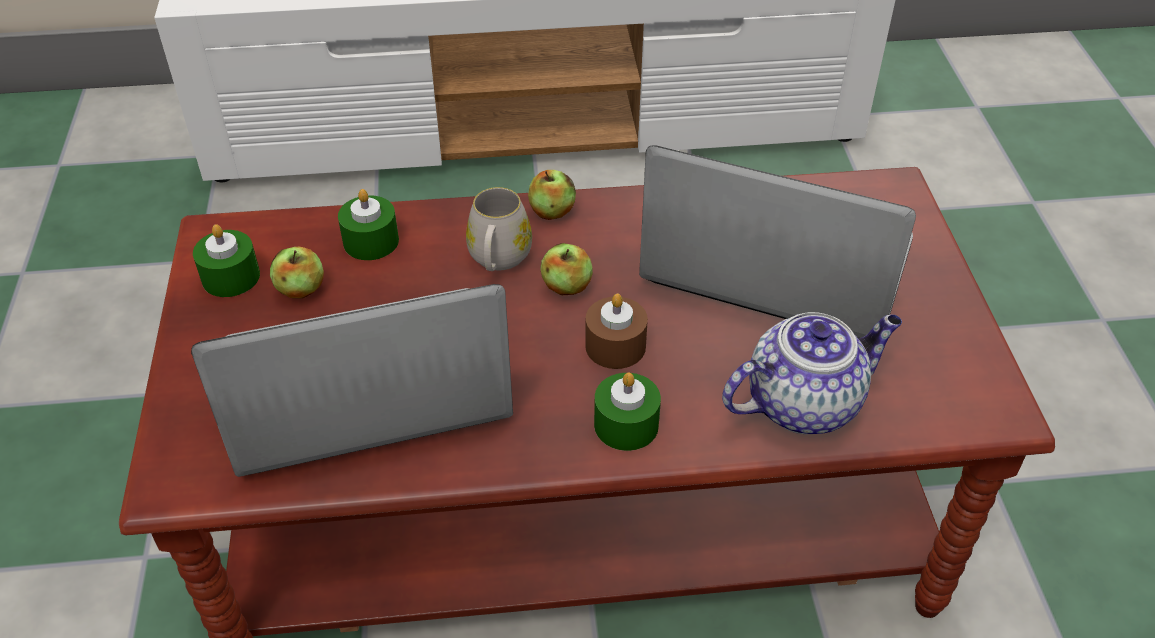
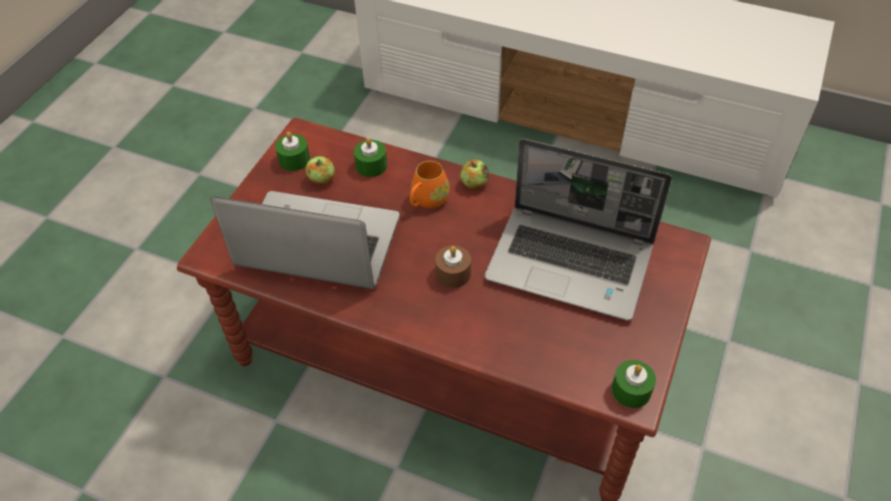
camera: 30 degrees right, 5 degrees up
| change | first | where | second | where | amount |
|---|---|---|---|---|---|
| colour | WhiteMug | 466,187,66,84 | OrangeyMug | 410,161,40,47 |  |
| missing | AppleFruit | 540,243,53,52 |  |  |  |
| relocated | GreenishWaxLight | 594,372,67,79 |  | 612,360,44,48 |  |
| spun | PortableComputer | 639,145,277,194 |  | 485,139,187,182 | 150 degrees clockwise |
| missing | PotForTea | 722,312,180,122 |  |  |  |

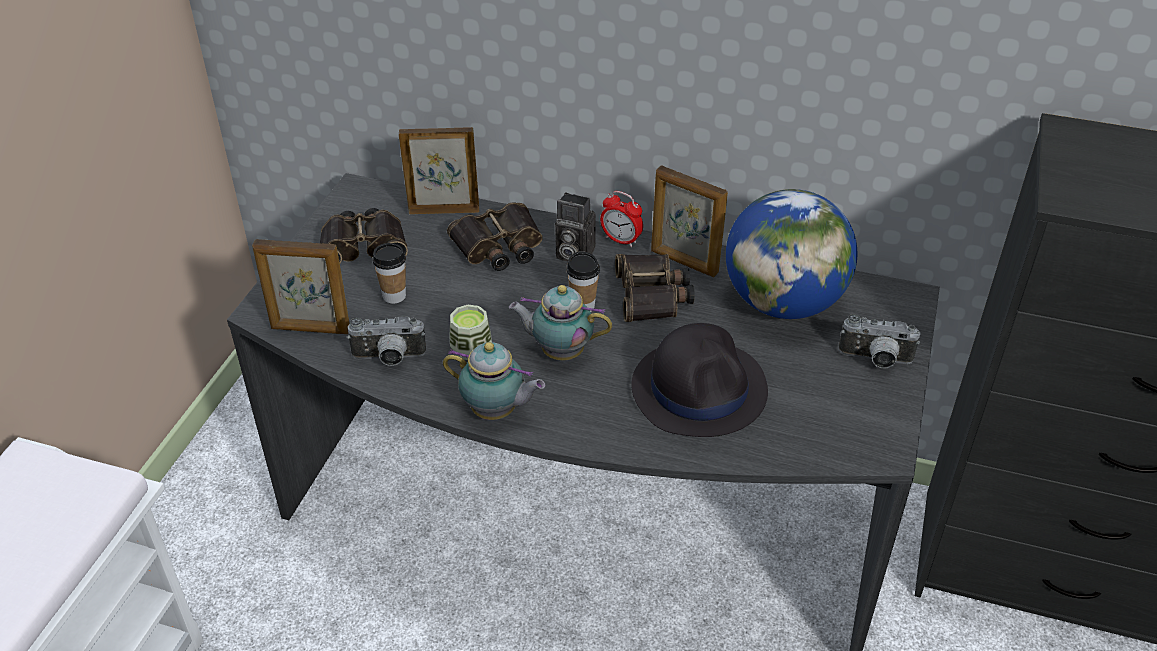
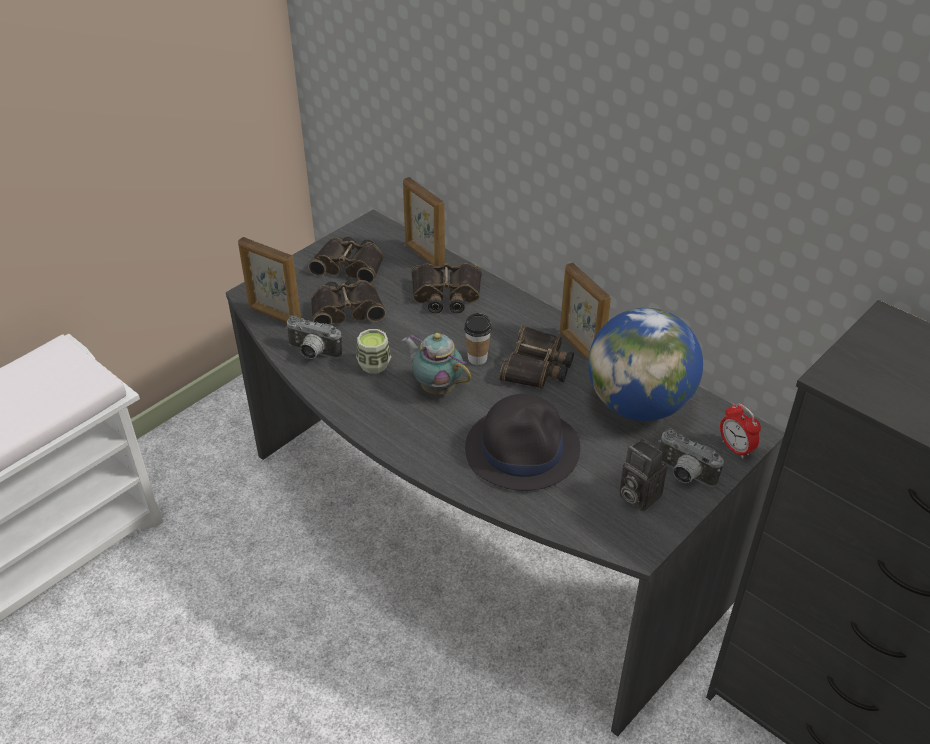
camera: 25 degrees right, 0 degrees up
| change | first | where | second | where | amount |
|---|---|---|---|---|---|
| exchanged | Cup | 373,243,33,61 | Binoculars | 311,279,75,46 |  |
| spun | StandingFrame | 399,127,80,87 |  | 403,177,42,89 | 150 degrees counterclockwise |
| missing | PotForTea | 443,342,102,78 |  |  |  |
| relocated | StillCamera | 555,192,41,69 |  | 619,439,48,72 |  |
| relocated | BedsideClock | 600,191,43,56 |  | 720,403,41,56 |  |

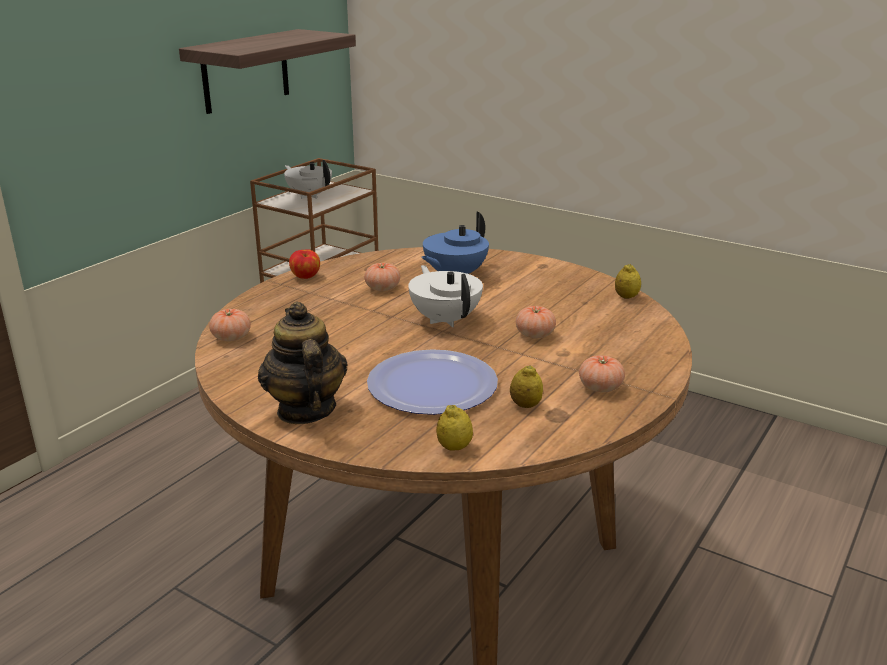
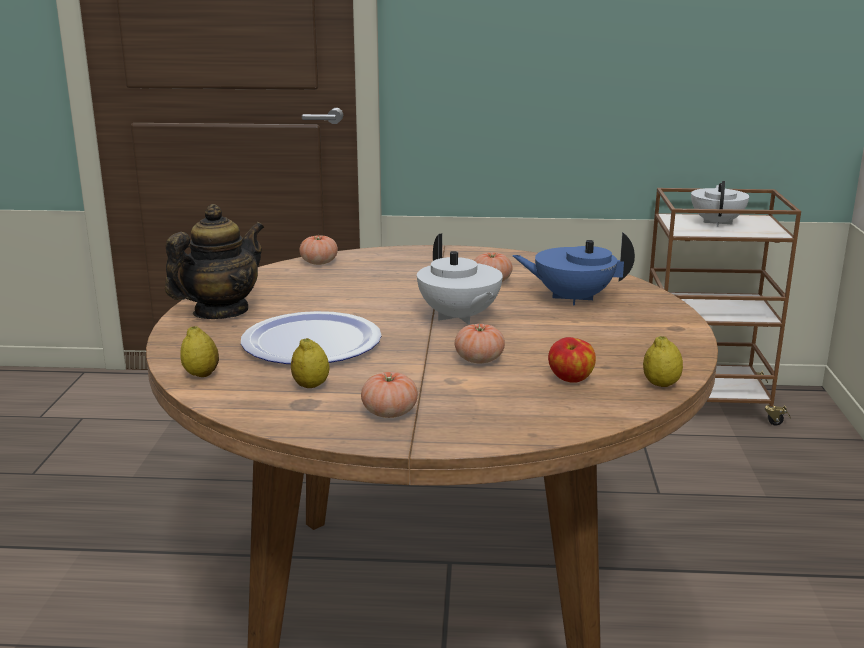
camera: 60 degrees right, 5 degrees down
| change | first | where | second | where | amount |
|---|---|---|---|---|---|
| missing | WallShelf | 179,29,177,85 |  |  |  |
| relocated | AppleFruit | 289,249,31,30 |  | 548,337,48,46 |  |
| spun | WhitePotForTea | 408,265,75,62 |  | 417,234,86,91 | 120 degrees clockwise |

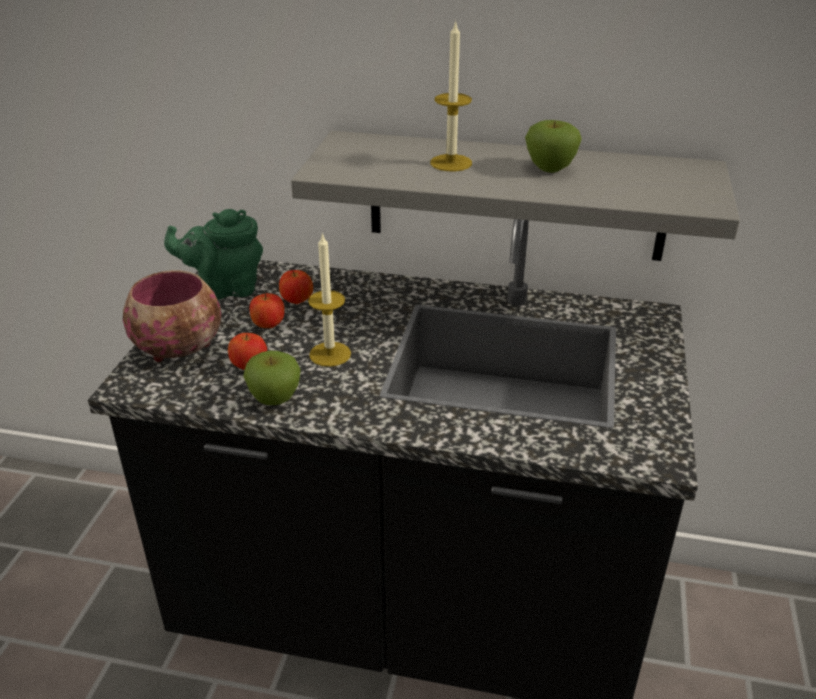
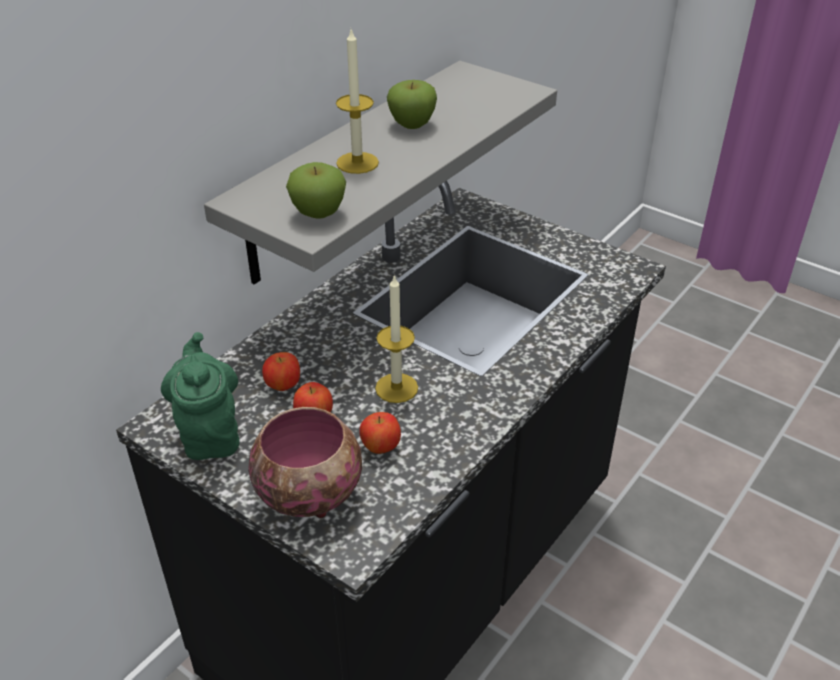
camera: 65 degrees left, 5 degrees up
| change | first | where | second | where | amount |
|---|---|---|---|---|---|
| spun | GreenishPotForTea | 164,209,99,91 |  | 161,332,78,128 | 150 degrees clockwise |
| relocated | AppleFruit | 243,351,58,54 |  | 286,162,60,57 |  |

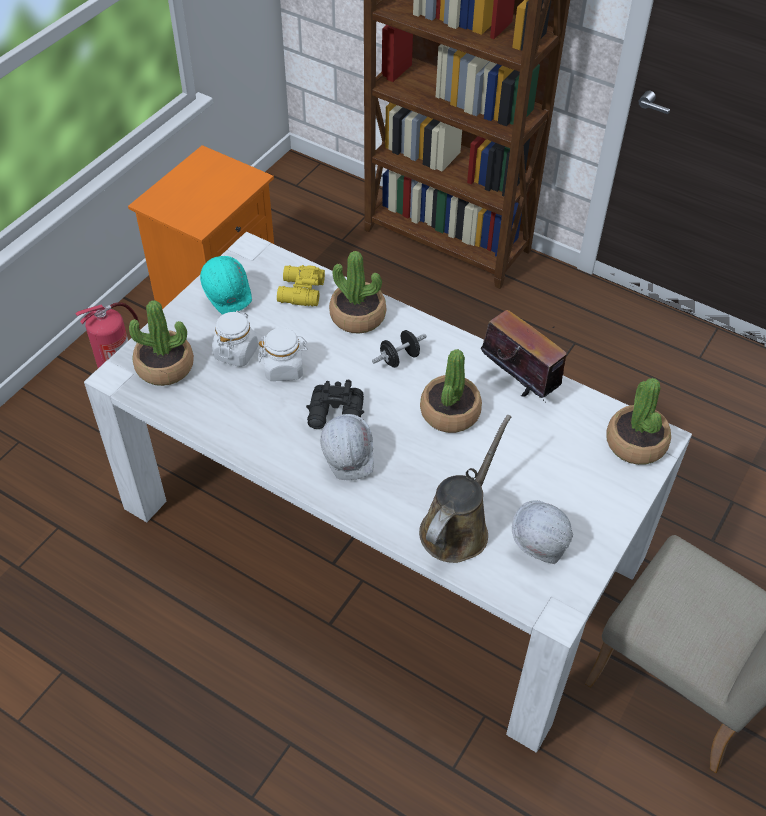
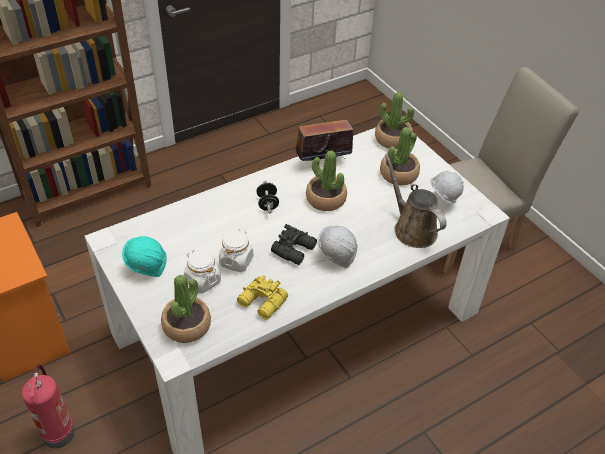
camera: 65 degrees left, 5 degrees down
| change | first | where | second | where | amount |
|---|---|---|---|---|---|
| relocated | YellowColouredBinoculars | 277,265,48,41 |  | 237,275,51,45 |  |
| relocated | PottedPlant | 329,251,58,83 |  | 380,127,40,58 |  |

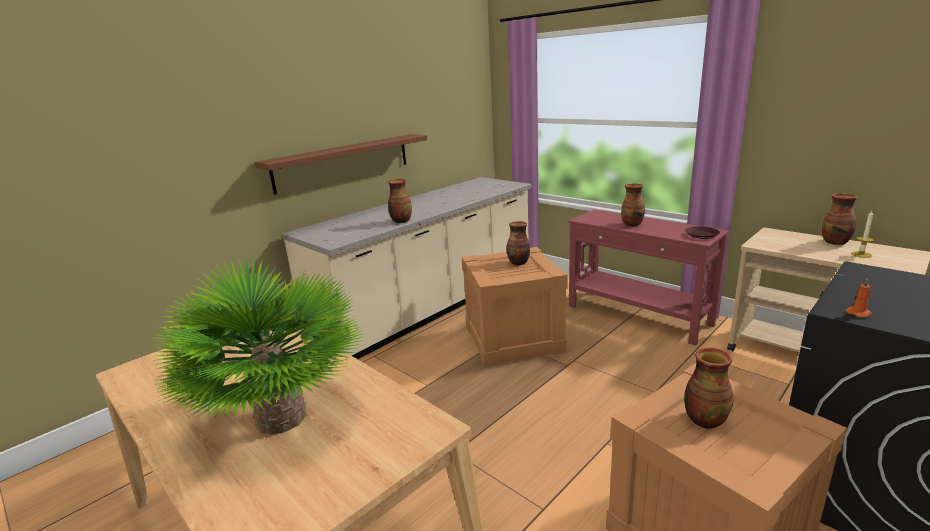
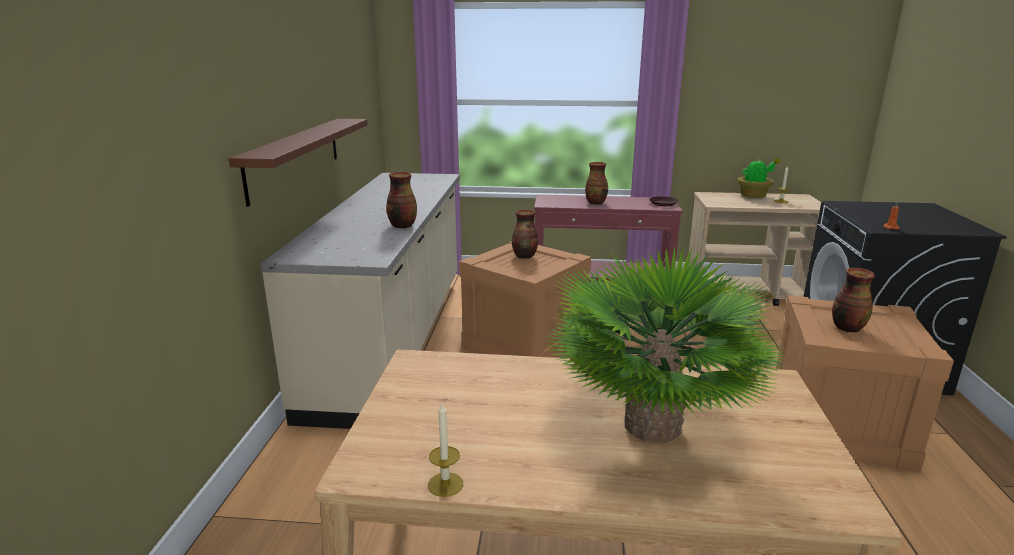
camera: 40 degrees left, 0 degrees up
| change | first | where | second | where | amount |
|---|---|---|---|---|---|
| exchanged | FlowerVase | 822,193,35,52 | PottedPlant | 737,157,44,41 |  |
| appeared |  |  | WaxLight | 428,404,35,93 |  |

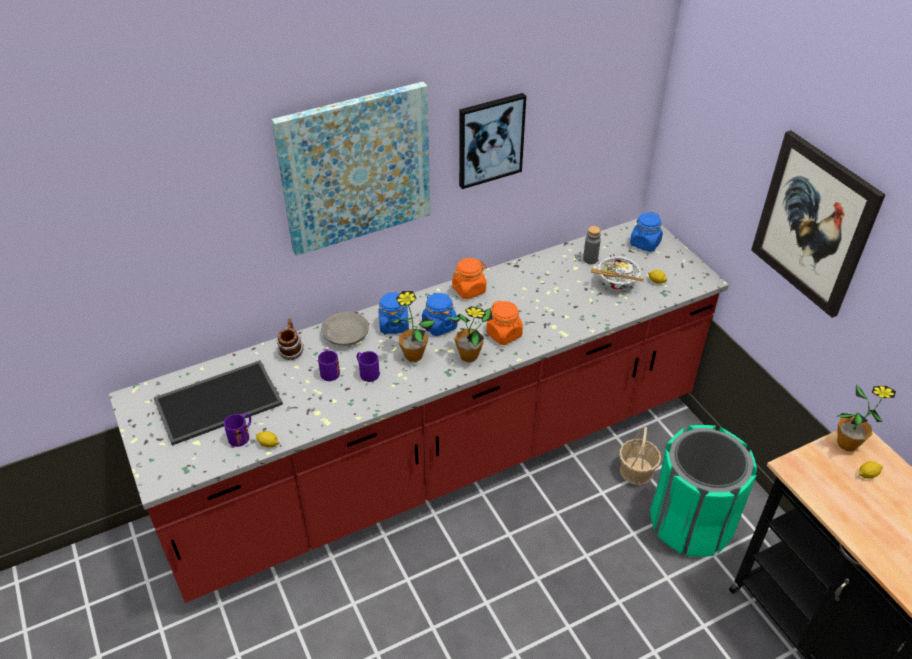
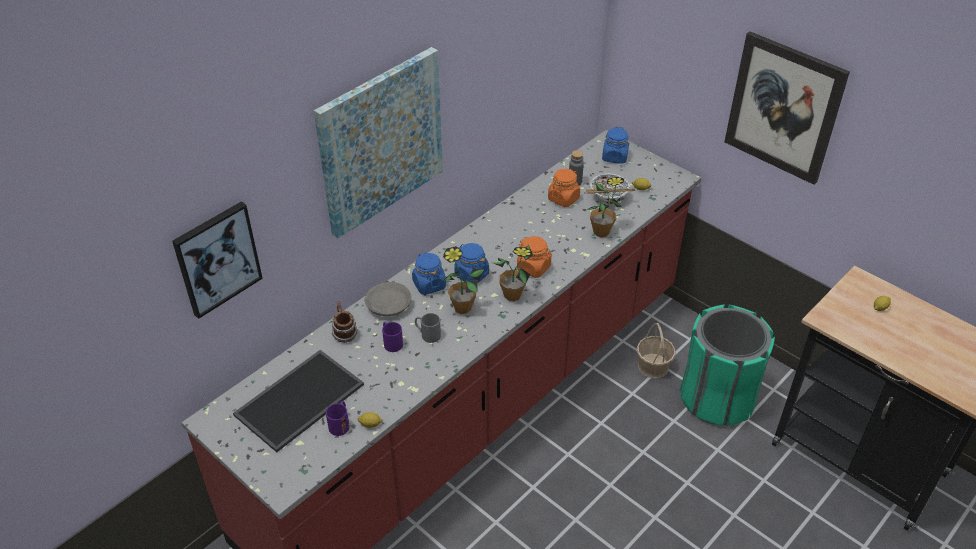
camera: 20 degrees left, 0 degrees up
| change | first | where | second | where | amount |
|---|---|---|---|---|---|
| colour | PurpleMug | 357,351,23,31 | GreyishMug | 415,313,26,30 |  |
| relocated | OrangeyPreserveJar | 452,258,35,41 |  | 548,169,32,38 |  |
| relocated | WallPicture | 459,93,67,96 |  | 172,201,91,118 |  |
| relocated | PottedPlant | 836,384,60,67 |  | 587,177,37,60 |  |

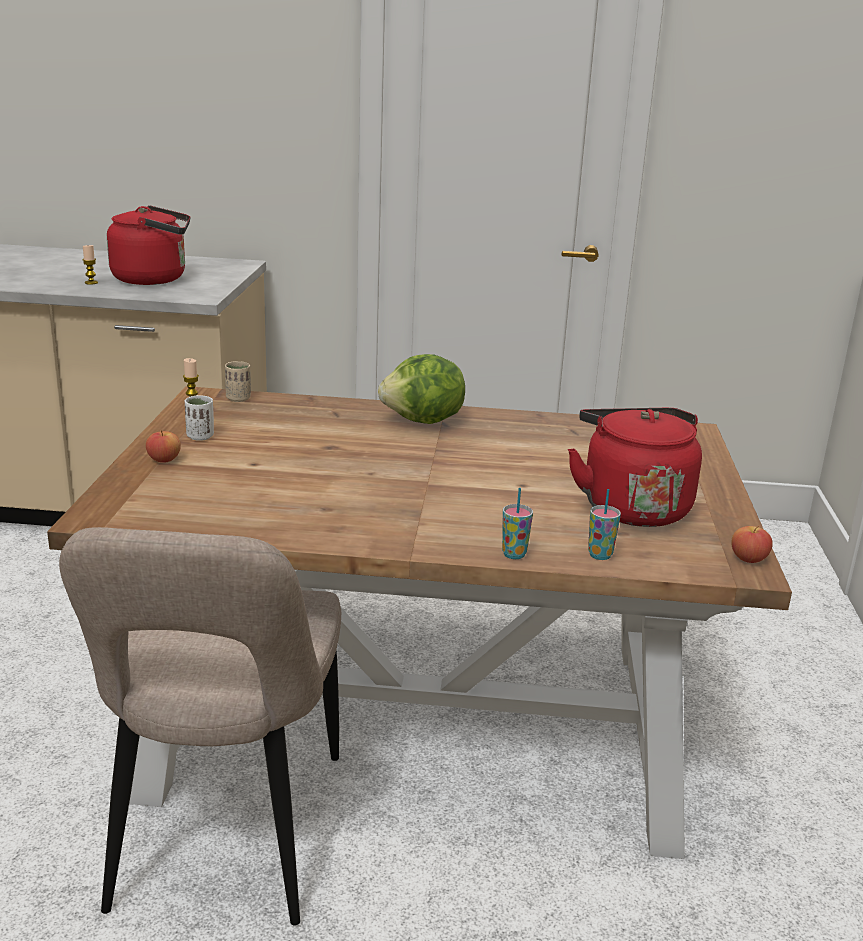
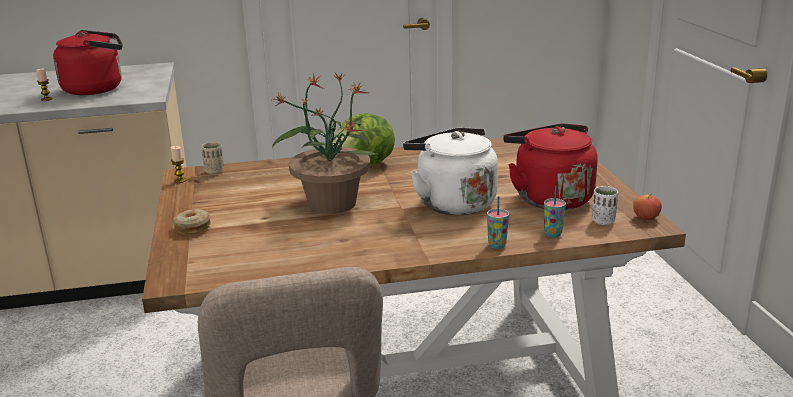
camera: 15 degrees left, 0 degrees up
| change | first | where | second | where | amount |
|---|---|---|---|---|---|
| exchanged | AppleFruit | 146,430,35,33 | Donut | 173,209,38,25 |  |
| relocated | WhiteCup | 185,395,29,46 |  | 592,186,26,39 |  |
| appeared |  |  | PottedPlant | 272,73,107,141 |  |
| appeared |  |  | WhiteKettle | 403,127,95,88 |  |

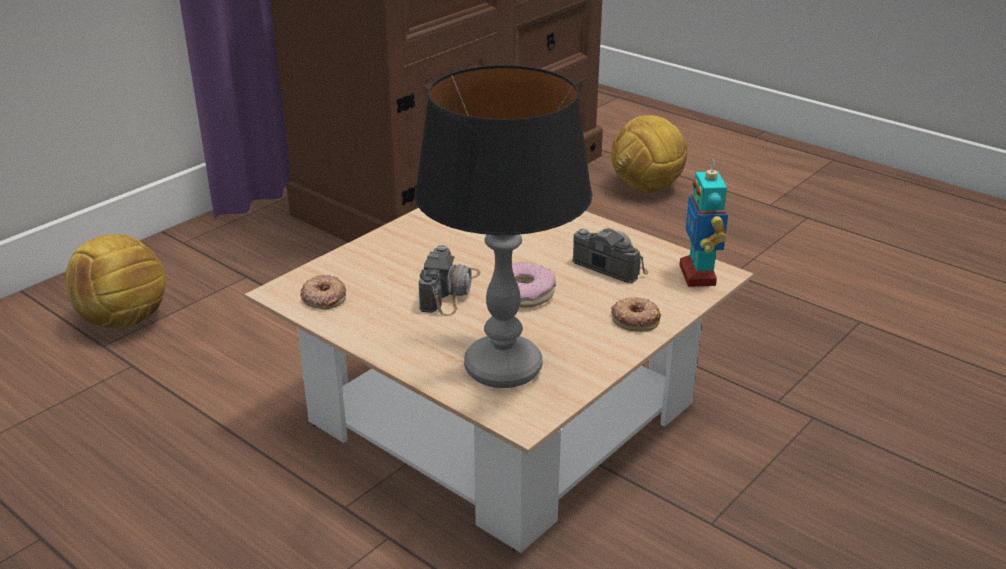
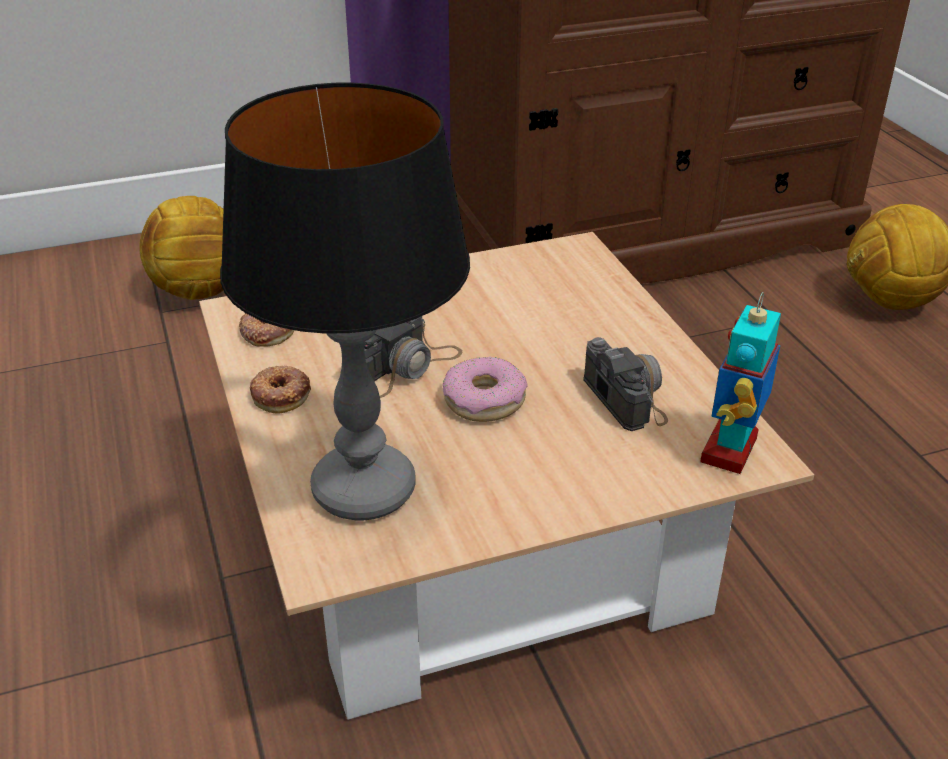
camera: 30 degrees right, 5 degrees up
| change | first | where | second | where | amount |
|---|---|---|---|---|---|
| relocated | Donut | 611,297,50,35 |  | 250,366,61,48 |  |

